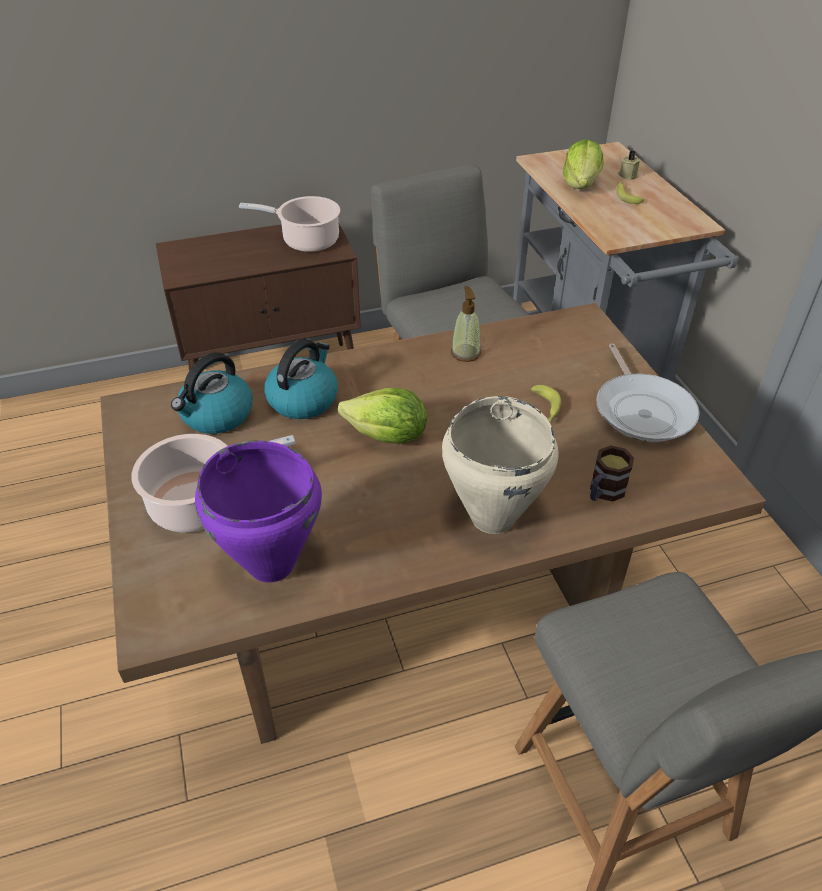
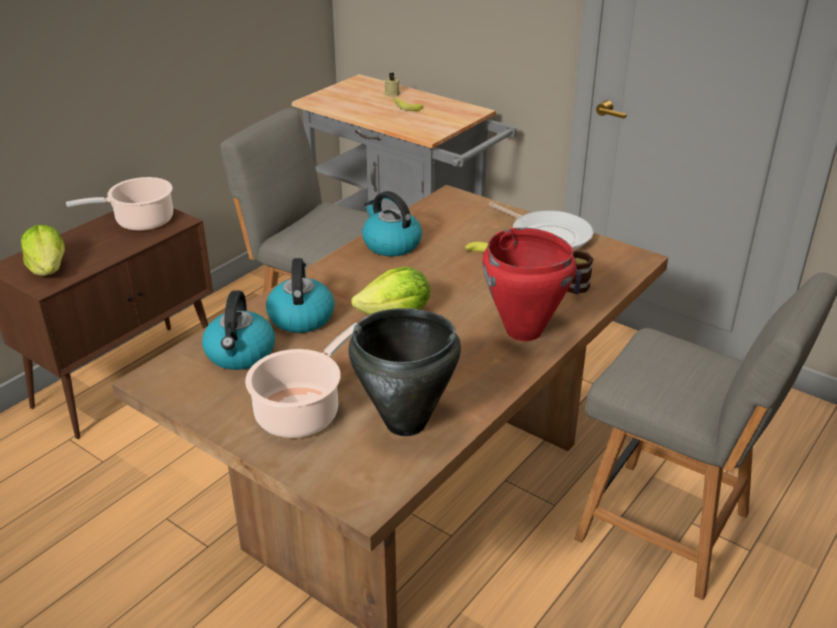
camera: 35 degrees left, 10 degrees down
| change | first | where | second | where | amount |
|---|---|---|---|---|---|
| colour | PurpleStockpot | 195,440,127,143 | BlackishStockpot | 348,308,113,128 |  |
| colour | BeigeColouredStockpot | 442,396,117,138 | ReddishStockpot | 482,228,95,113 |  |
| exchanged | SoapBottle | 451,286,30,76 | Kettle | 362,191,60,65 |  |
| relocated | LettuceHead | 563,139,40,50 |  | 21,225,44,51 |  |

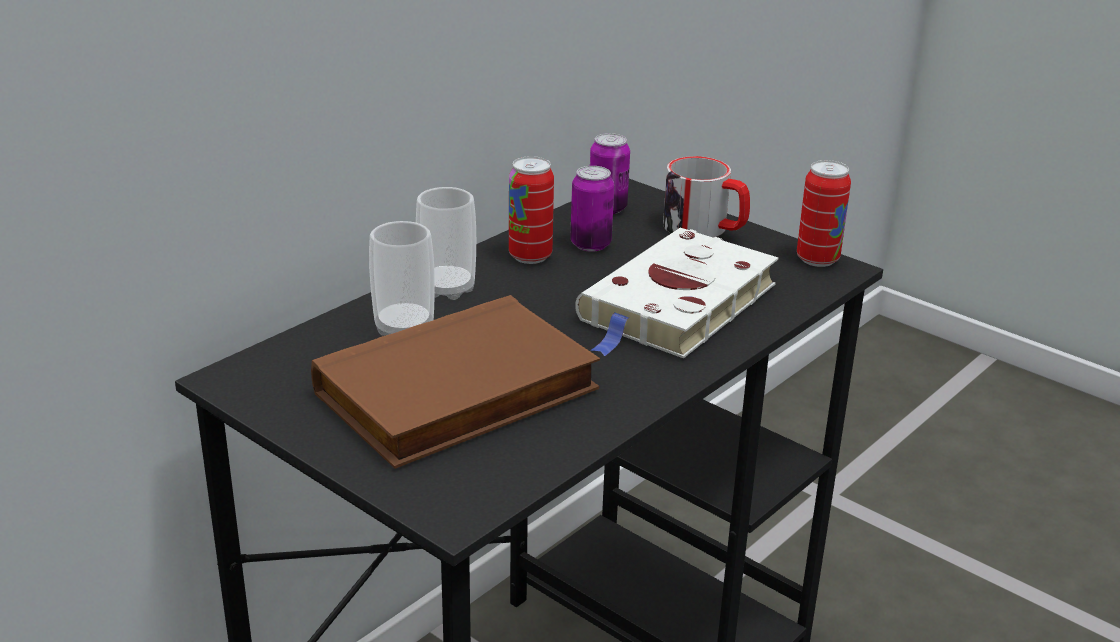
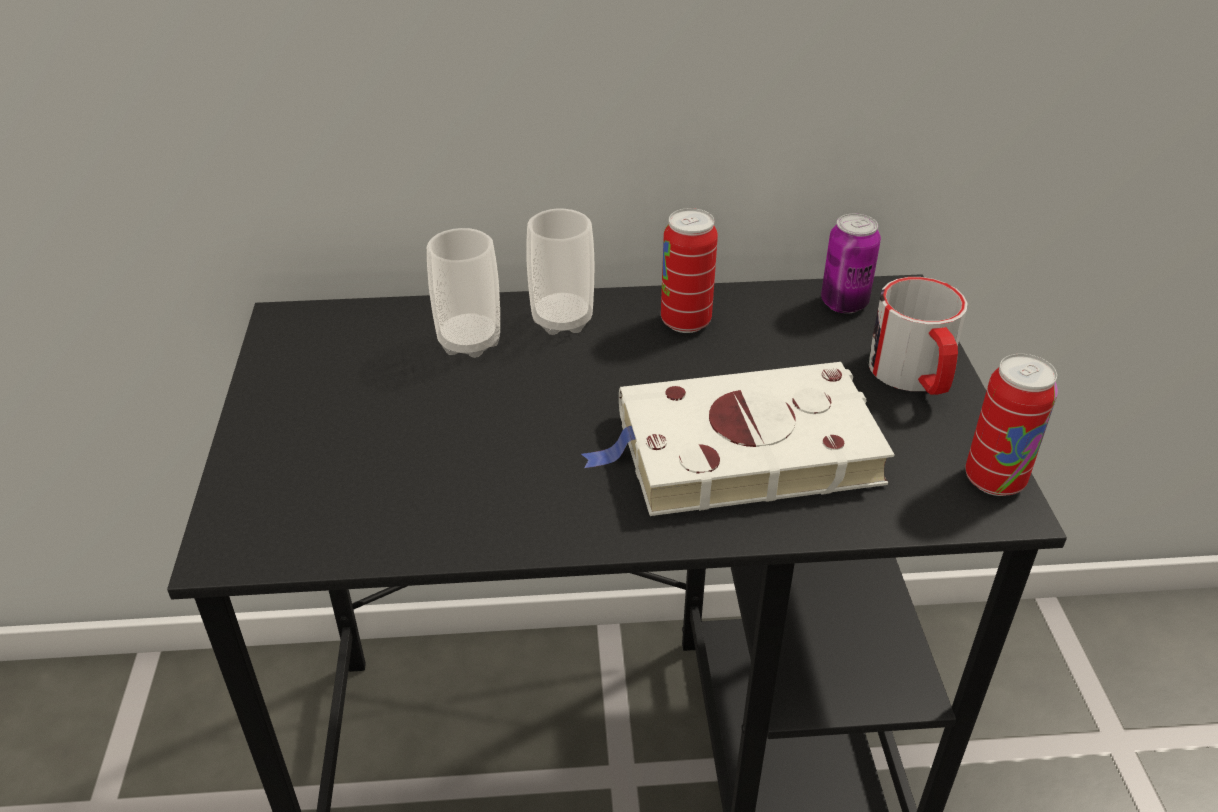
camera: 45 degrees right, 10 degrees up
| change | first | where | second | where | amount |
|---|---|---|---|---|---|
| missing | BrownVolume | 311,295,289,174 |  |  |  |
| missing | SealedCan | 570,166,44,86 |  |  |  |

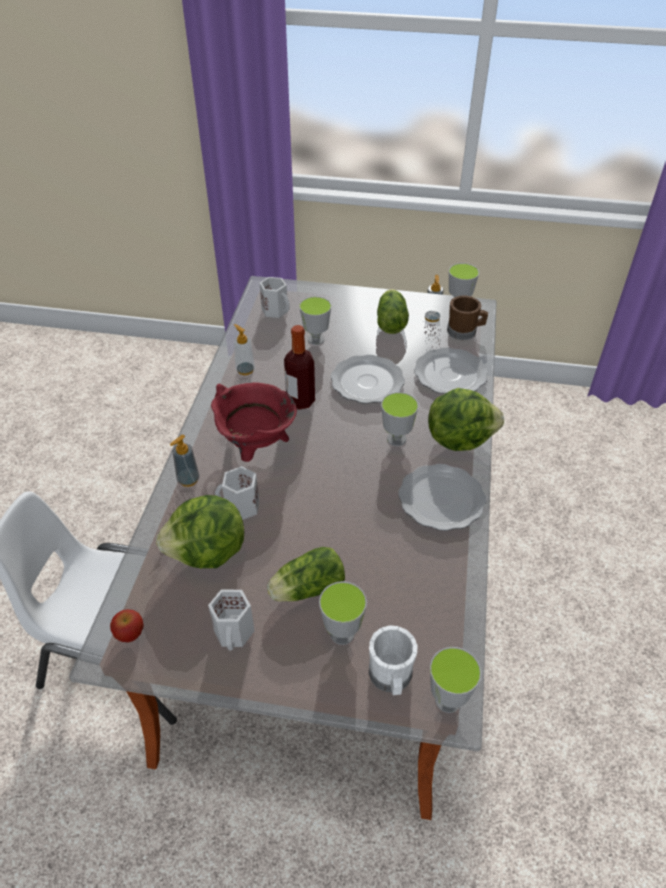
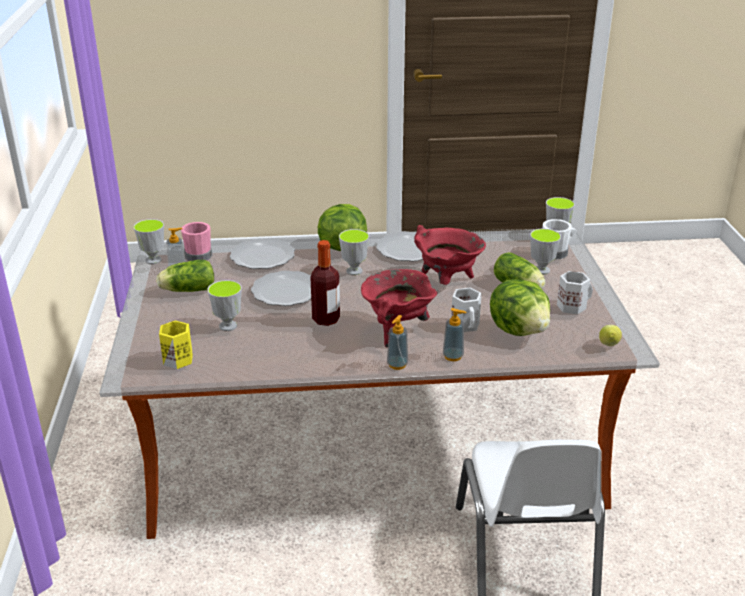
camera: 105 degrees left, 15 degrees down
| change | first | where | second | where | amount |
|---|---|---|---|---|---|
| exchanged | AppleFruit | 110,609,34,33 | CitrusFruit | 599,325,23,21 |  |
| relocated | SoapBottle | 234,324,21,51 |  | 387,315,21,55 |  |
| colour | WhiteMug | 260,277,30,41 | YellowColouredMug | 159,320,34,49 |  |
| colour | BrownMug | 447,296,41,44 | PinkColouredMug | 181,222,31,39 |  |
| appeared |  |  | ReddishStockpot | 414,225,72,60 |  |

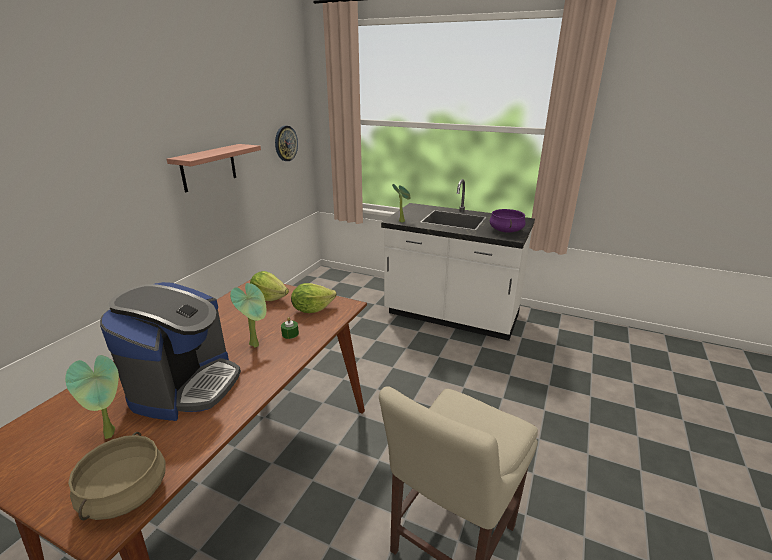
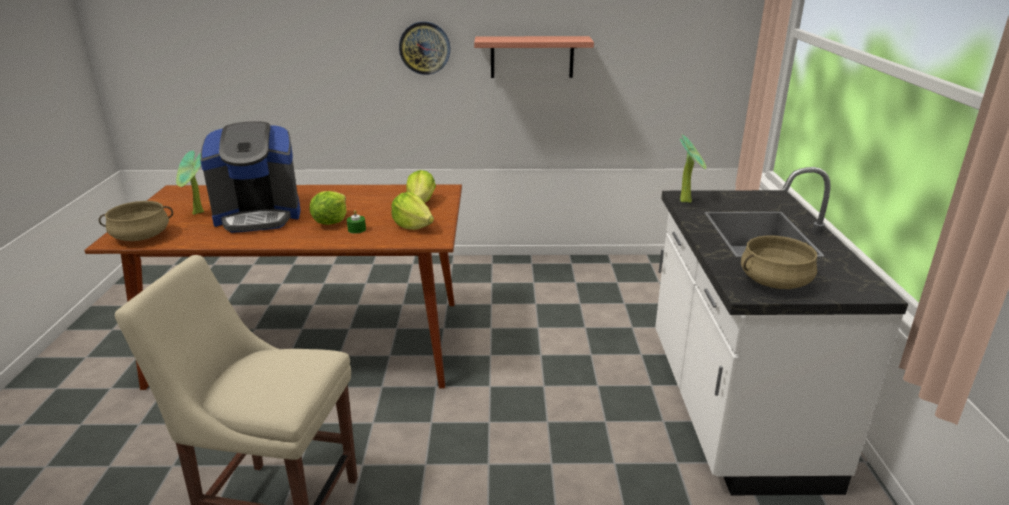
camera: 65 degrees right, 0 degrees up
| change | first | where | second | where | amount |
|---|---|---|---|---|---|
| exchanged | PottedPlant | 230,283,36,65 | LettuceHead | 310,191,37,34 |  |
| relocated | ClockOnTheWall | 275,126,23,35 |  | 399,22,51,53 |  |
| colour | PurpleStockpot | 490,209,36,24 | BeigeColouredStockpot | 741,235,76,54 |  |

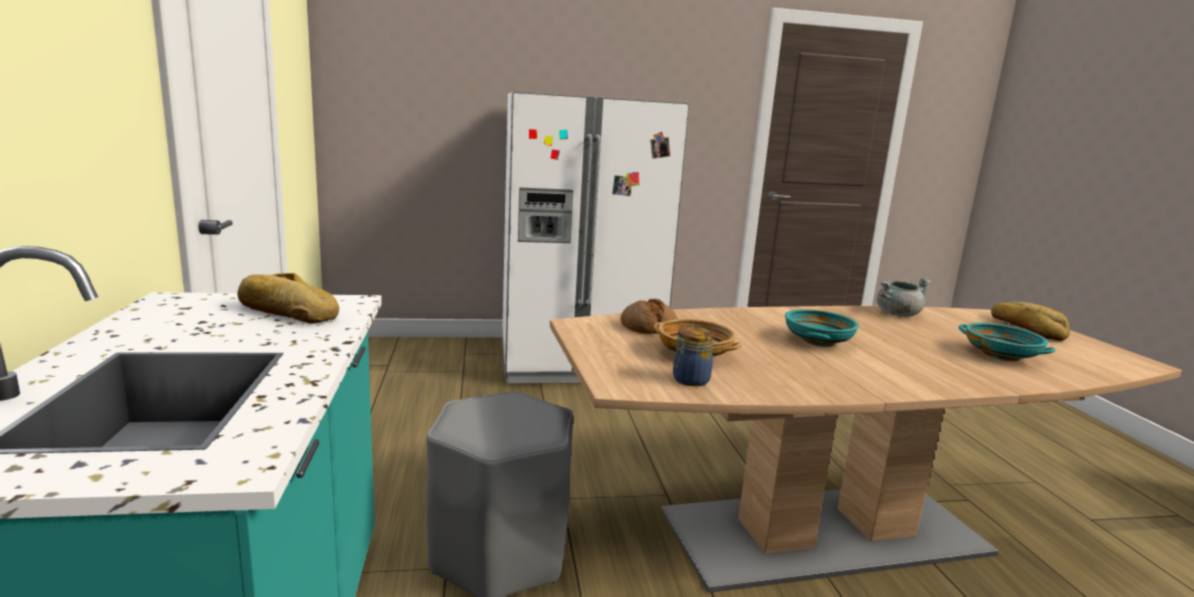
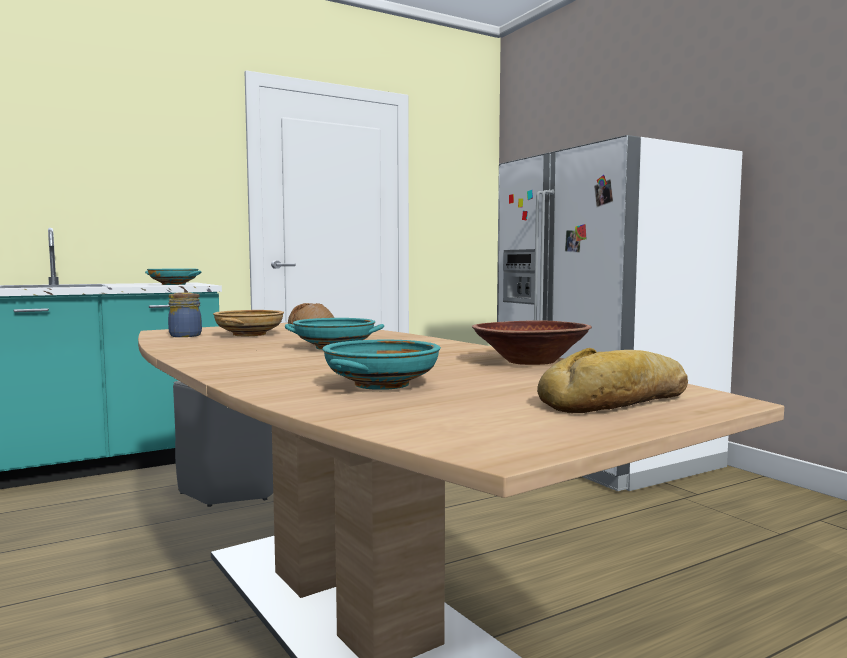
camera: 70 degrees right, 10 degrees down
| change | first | where | second | where | amount |
|---|---|---|---|---|---|
| exchanged | BakeryBread | 237,273,102,50 | TurquoiseColouredServingBowl | 145,269,57,16 |  |
| exchanged | GreyishStockpot | 876,278,55,39 | BrownServingBowl | 472,320,120,45 |  |

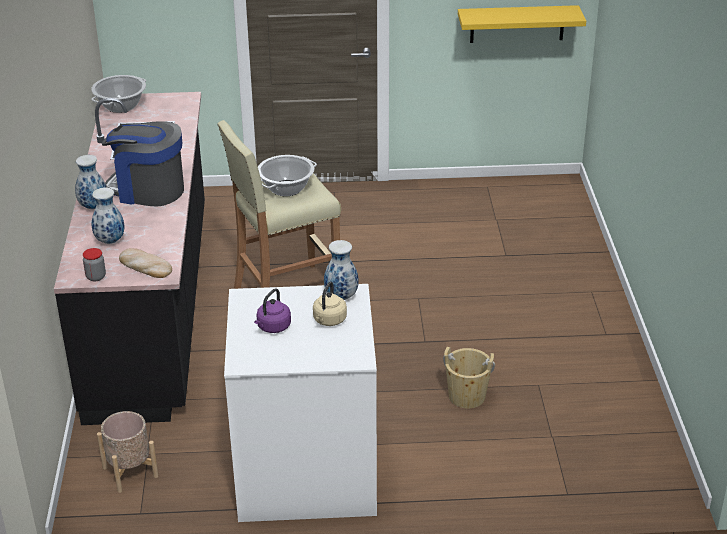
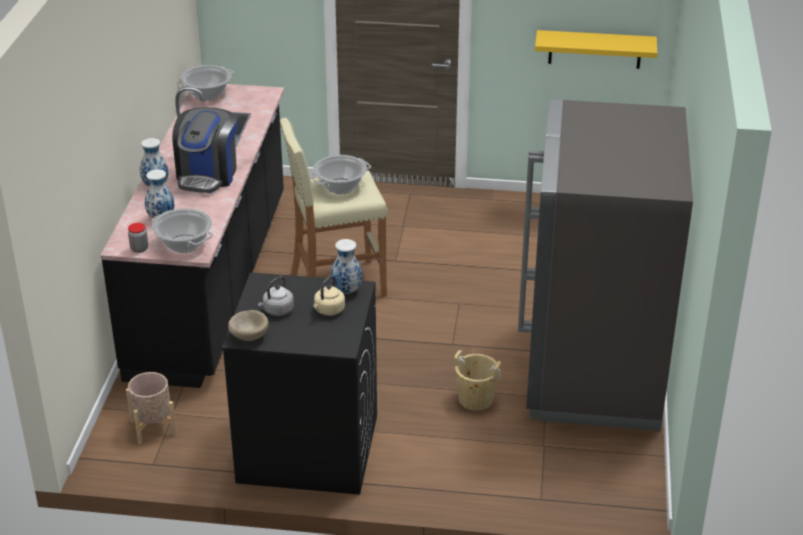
camera: 10 degrees right, 0 degrees up
| change | first | where | second | where | amount |
|---|---|---|---|---|---|
| spun | CoffeeMachine | 102,121,82,85 |  | 172,107,65,86 | 105 degrees counterclockwise |
| exchanged | BakeryBread | 119,248,53,30 | Stockpot | 152,208,61,45 |  |
| colour | WhiteLaundryMachine | 224,284,153,238 | BlackishLaundryMachine | 222,272,155,223 |  |
| colour | PurpleKettle | 254,288,37,45 | GreyishKettle | 258,276,36,40 |  |
| appeared |  |  | BeigeColouredServingBowl | 228,310,41,31 |  |
| appeared |  |  | GreyishKitchenFridge | 518,99,175,332 |  |

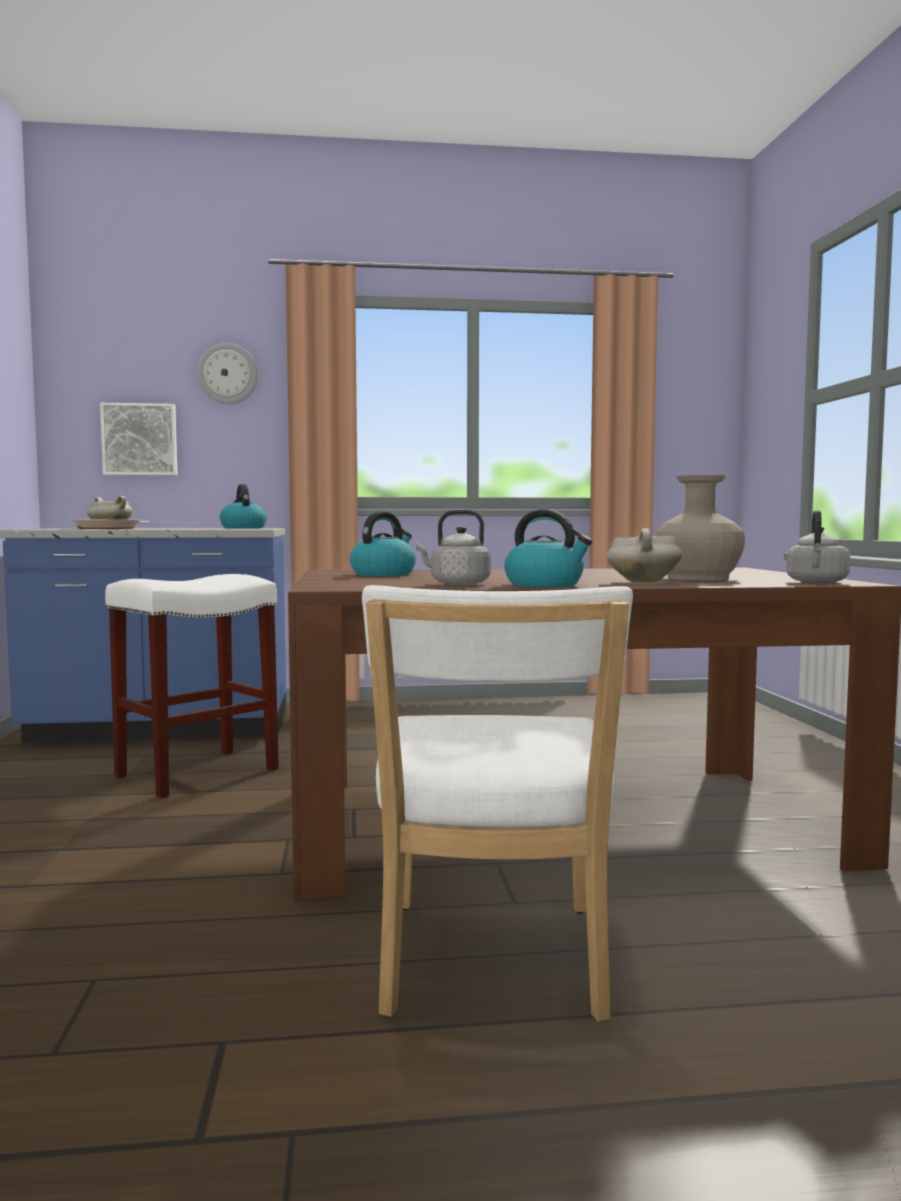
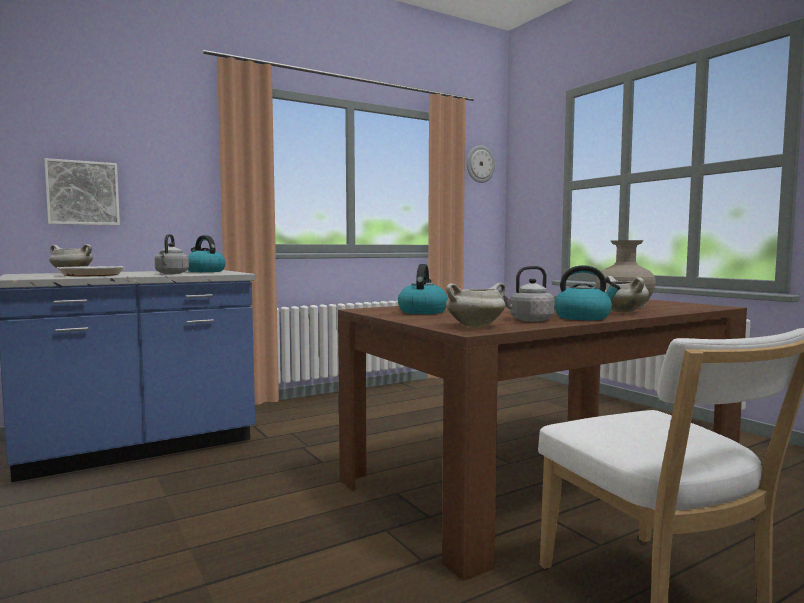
camera: 25 degrees left, 0 degrees up
| change | first | where | second | where | amount |
|---|---|---|---|---|---|
| missing | WhiteStoolSeat | 105,574,174,224 |  |  |  |
| relocated | ClockOnTheWall | 197,343,61,61 |  | 467,145,28,38 |  |
| relocated | GreyishKettle | 786,510,64,74 |  | 155,234,34,40 |  |
| appeared |  |  | WhiteStockpot | 446,283,59,44 |  |

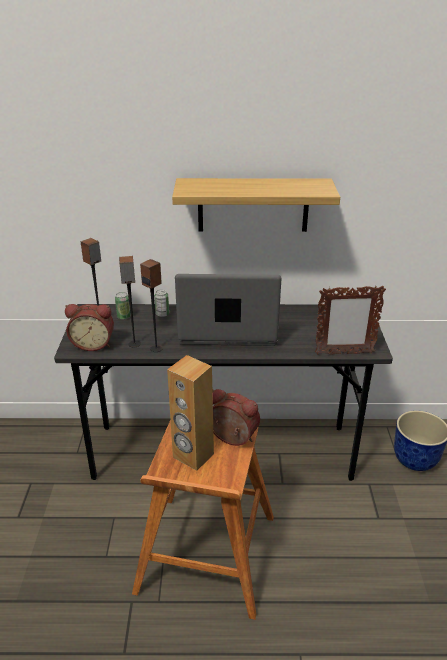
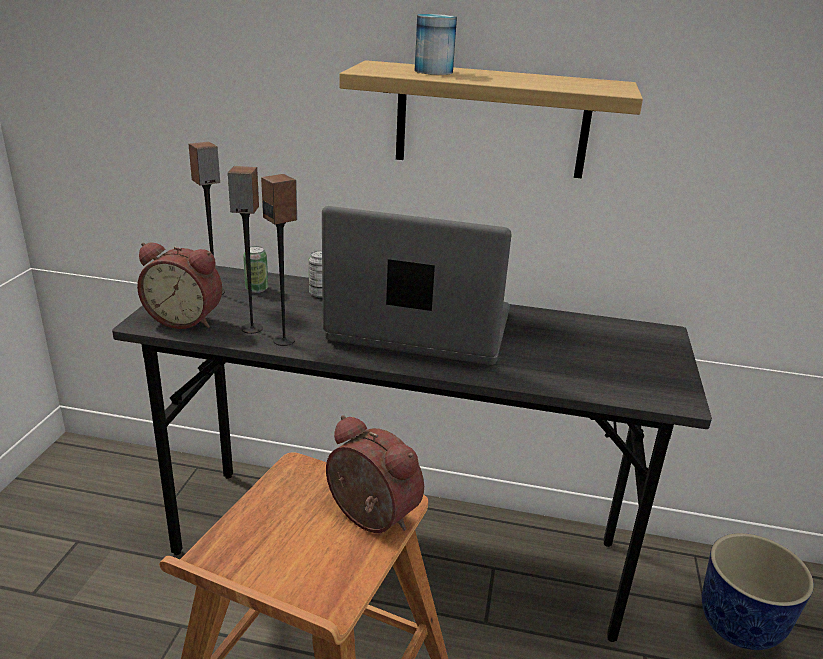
camera: 10 degrees right, 5 degrees down
| change | first | where | second | where | amount |
|---|---|---|---|---|---|
| missing | BrownAudioSpeaker | 167,355,47,116 |  |  |  |
| missing | StandingFrame | 315,286,71,69 |  |  |  |
| appeared |  |  | SealedCan | 415,14,42,61 |  |

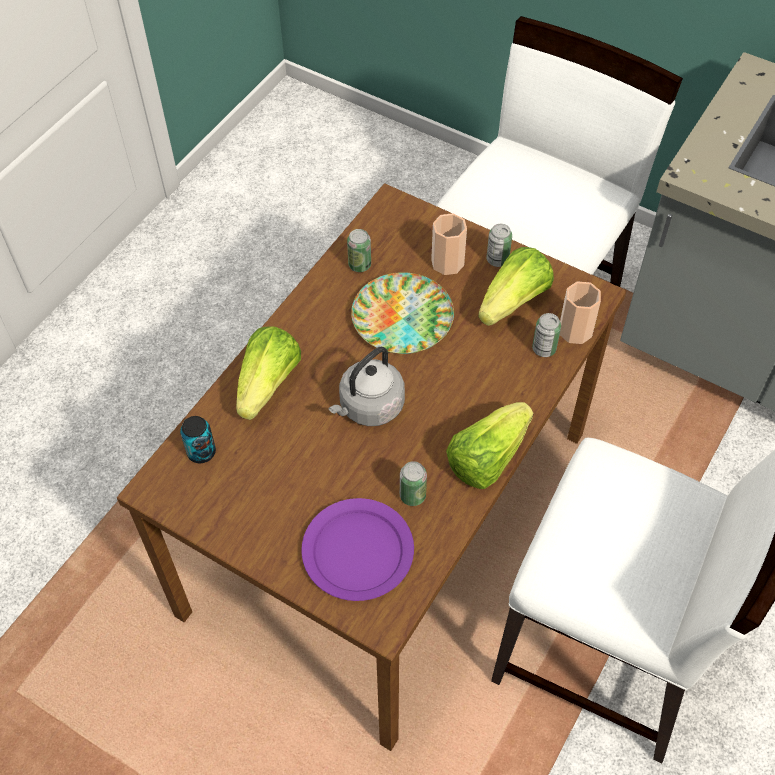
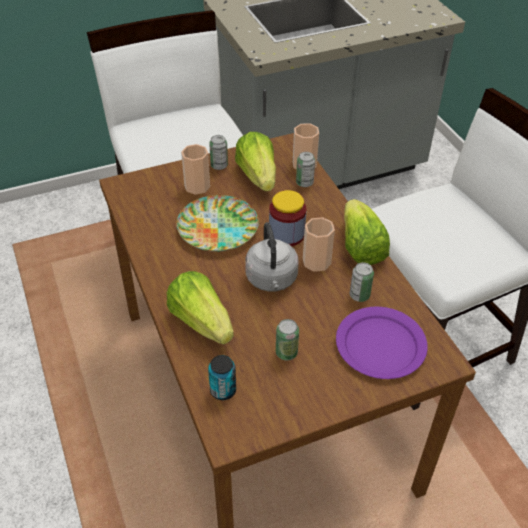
camera: 55 degrees left, 10 degrees down
| change | first | where | second | where | amount |
|---|---|---|---|---|---|
| relocated | SealedCan | 347,229,24,43 |  | 276,319,23,41 |  |
| appeared |  |  | PreserveJar | 269,190,37,56 |  |
| appeared |  |  | Cup | 303,217,32,55 |  |

